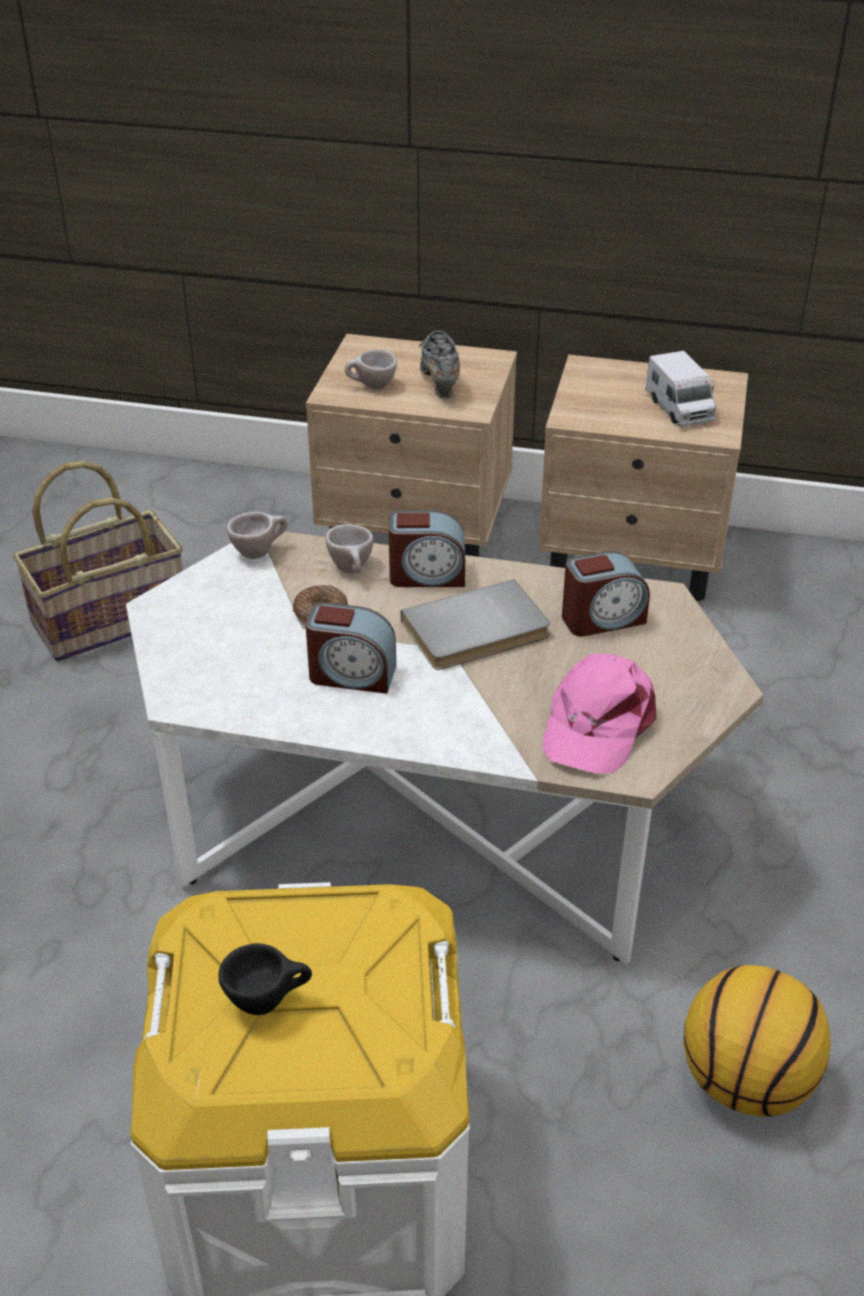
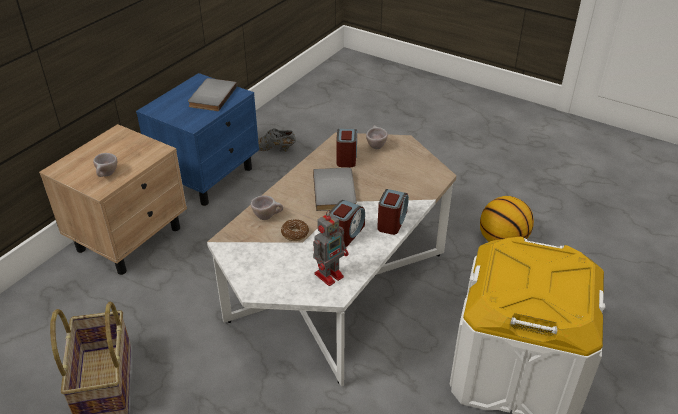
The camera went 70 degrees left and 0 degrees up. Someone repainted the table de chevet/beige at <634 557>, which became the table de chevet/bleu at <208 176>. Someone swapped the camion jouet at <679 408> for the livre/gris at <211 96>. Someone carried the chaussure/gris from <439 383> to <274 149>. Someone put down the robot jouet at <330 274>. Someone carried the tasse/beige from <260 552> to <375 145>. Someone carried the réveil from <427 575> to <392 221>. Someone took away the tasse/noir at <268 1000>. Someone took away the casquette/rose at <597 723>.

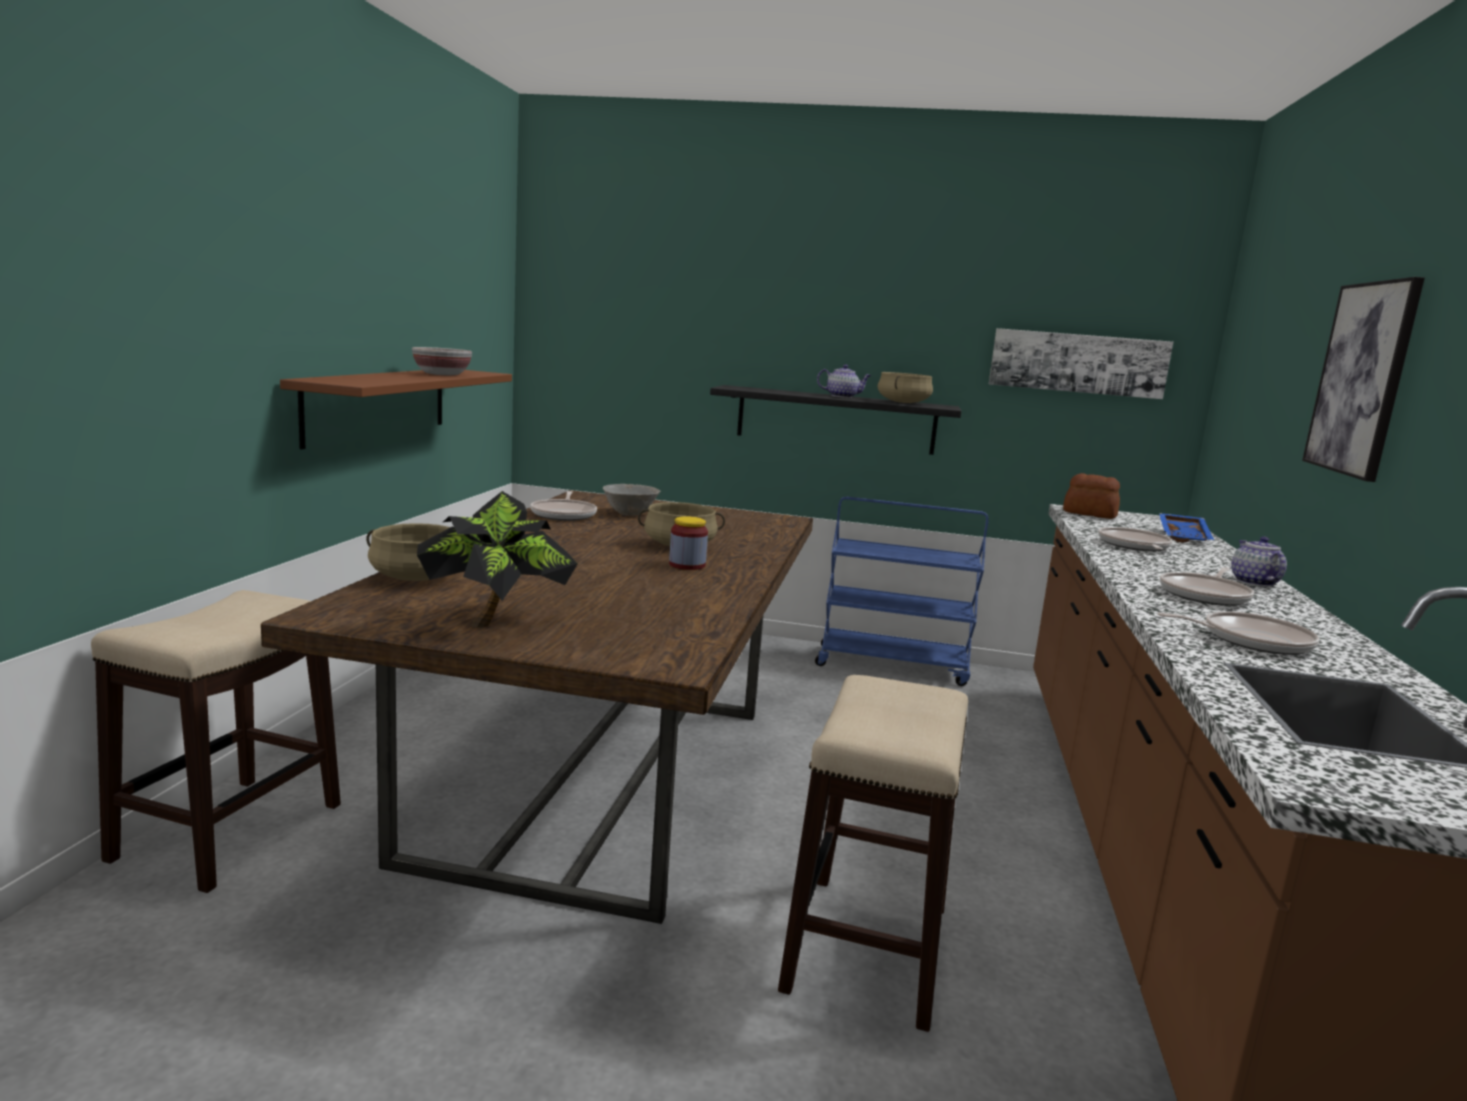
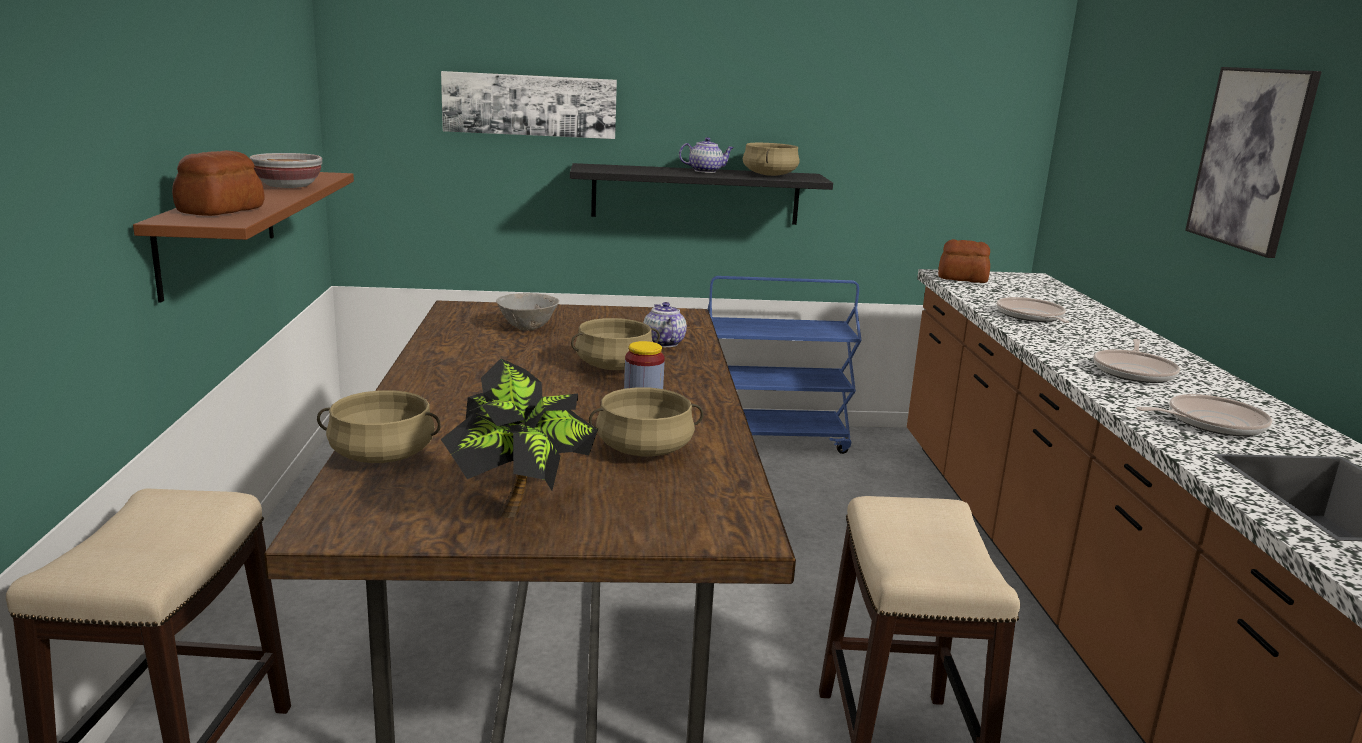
The camera went 15 degrees left and 5 degrees up. Someone put down the pain at <219 210>. Someone carried the tableau from <1077 363> to <530 105>. Someone put down the marmite/beige at <644 450>. Someone carried the théière from <1253 582> to <663 343>. Someone took away the poêle at <564 514>. Someone took away the plateau/bleu at <1185 537>.

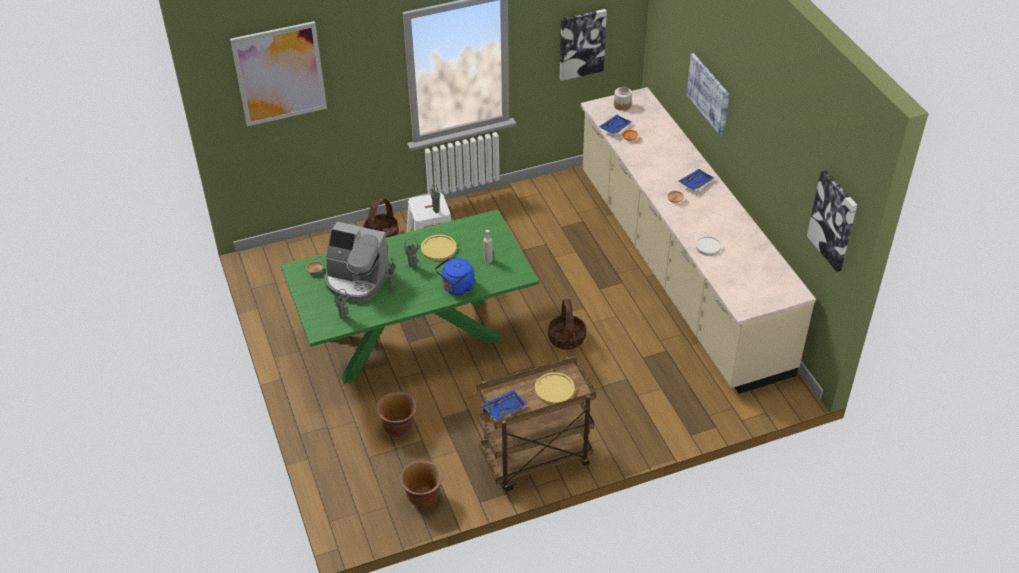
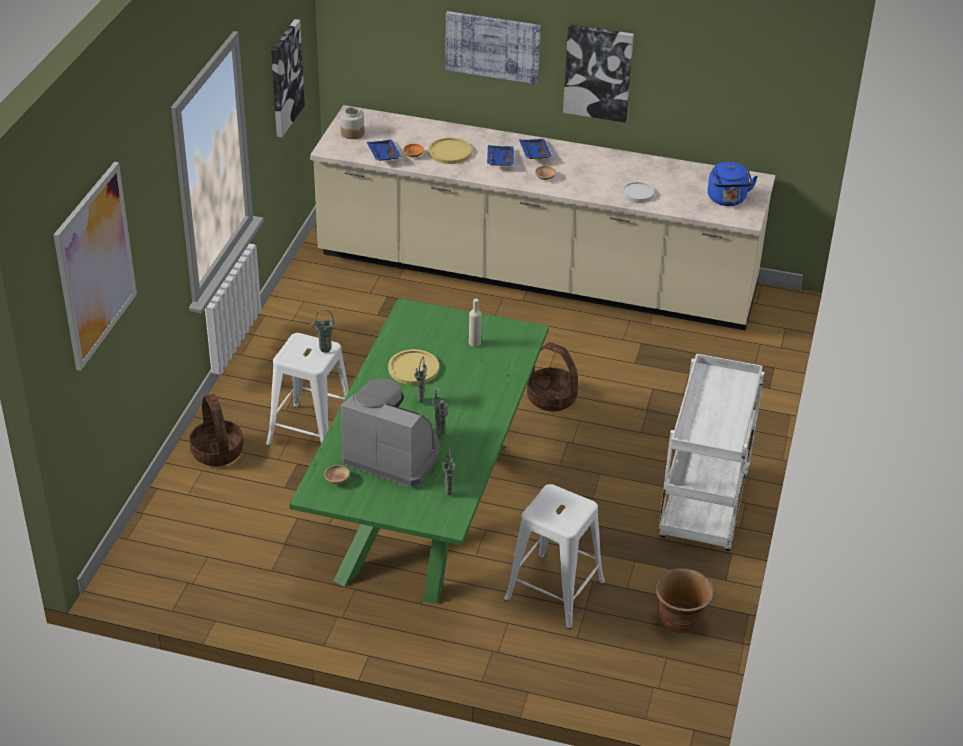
The camera went 55 degrees left and 5 degrees down. Someone rotated the machine à café at <356 280> by 120 degrees counterclockwise. Someone carried the assiette/jaune from <554 389> to <449 152>. Someone carried the plateau/bleu from <503 408> to <499 160>. Someone swapped the cache-pot/marron at <398 427> for the tabouret/blanc at <554 591>. Someone carried the tableau from <833 220> to <598 72>. Someone repainted the chariot/marron at <535 460>, which became the chariot/blanc at <704 509>. Someone carried the bouilloire/bleu from <457 288> to <727 200>.

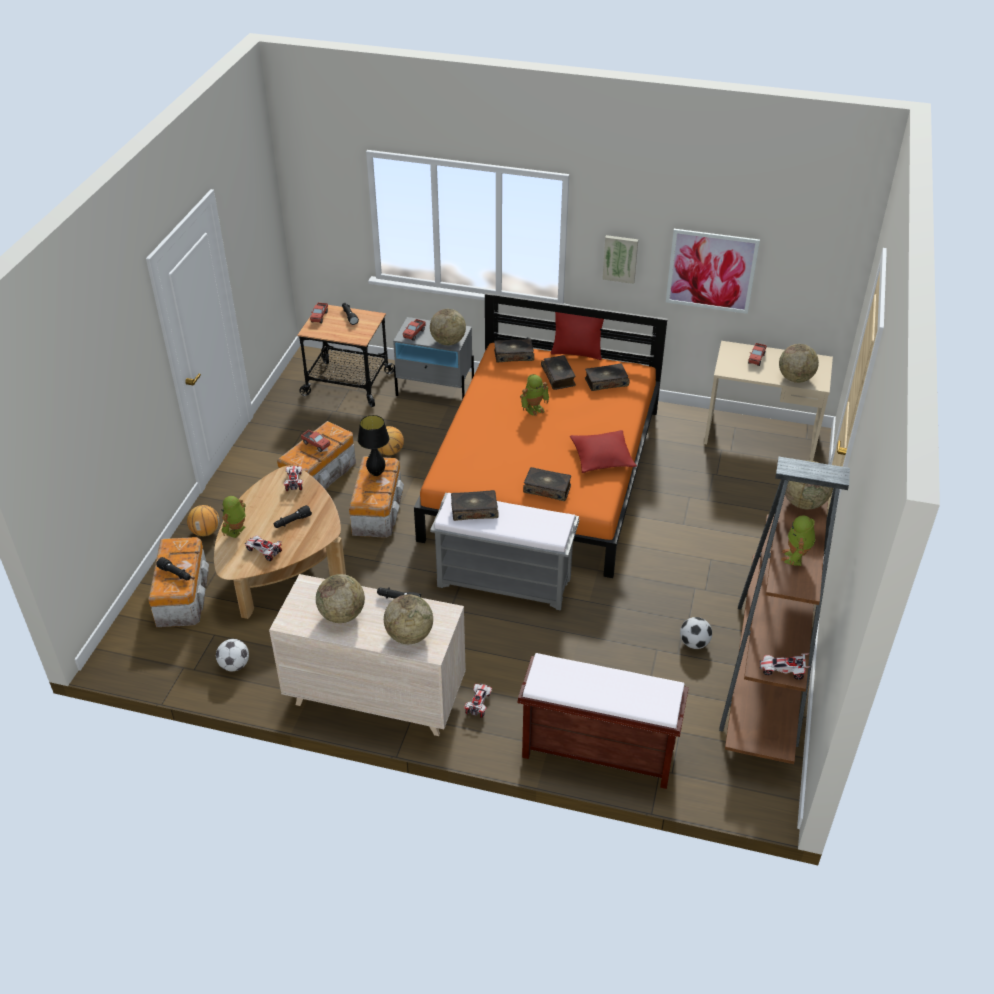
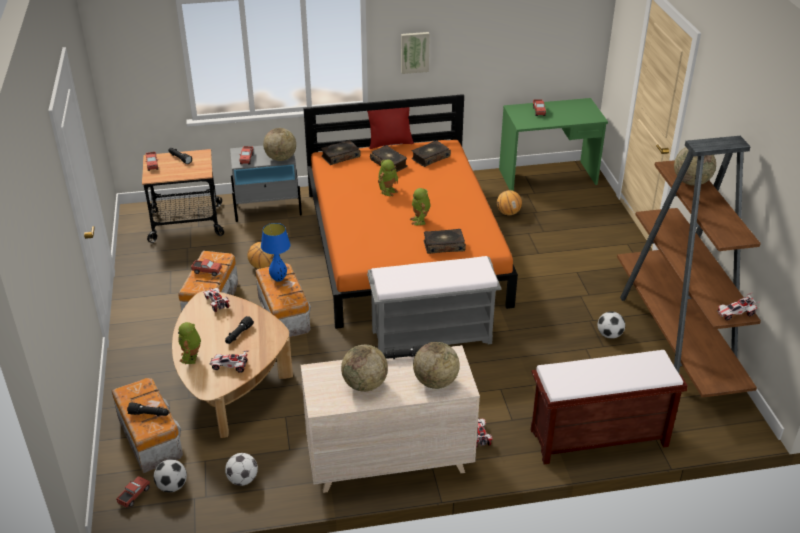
The camera went 25 degrees left and 5 degrees down. Someone put down the camion jouet at <134 496>. Someone put down the ballon de foot at <172 486>. Someone repainted the lampe de table/noir at <376 473>, which became the lampe de table/bleu at <278 279>. Someone carried the robot jouet from <795 558> to <420 220>. Someone carried the ballon de basket from <205 532> to <508 213>. Someone repainted the bureau/beige at <760 436>, which became the bureau/vert at <548 177>. Someone took away the livre at <474 510>. Someone took away the coussin/rouge at <602 458>. Someone took away the tableau at <711 271>. Someone took away the globe at <795 378>.

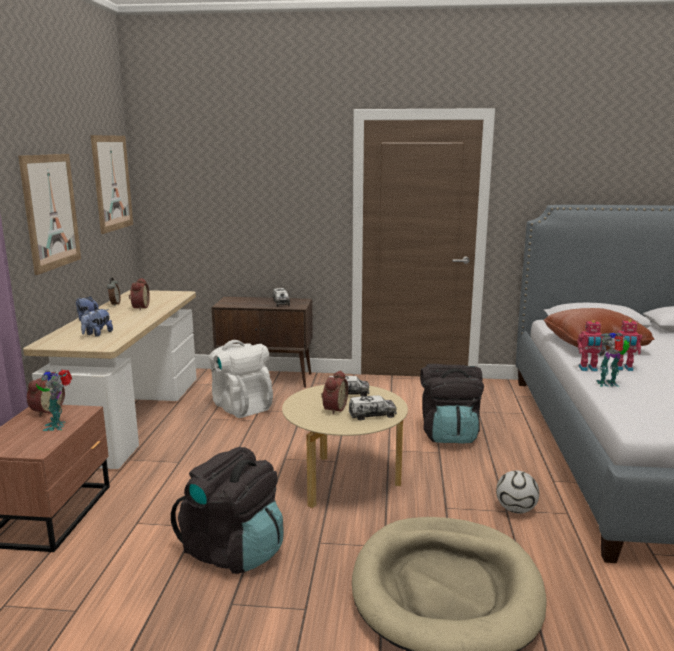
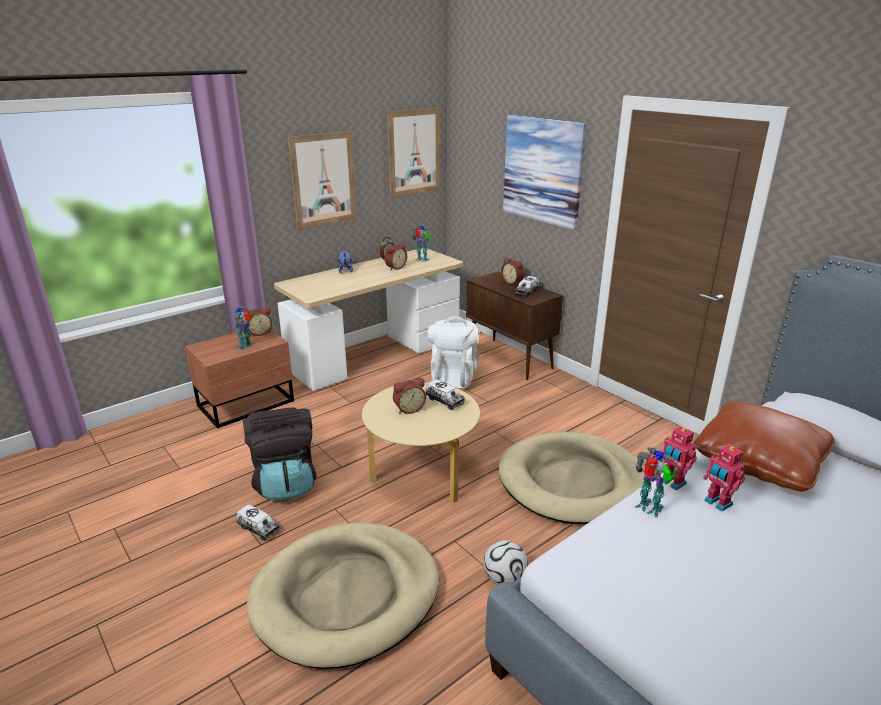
The camera went 45 degrees right and 10 degrees up. Someone carried the camion jouet from <372 415> to <258 528>. Someone put down the robot jouet at <422 260>. Someone swapped the sac à dos/noir at <449 434> for the panier pour chien/beige at <573 482>. Someone put down the réveil at <513 282>. Someone put up the tableau at <542 170>. Someone took away the peluche at <97 334>.

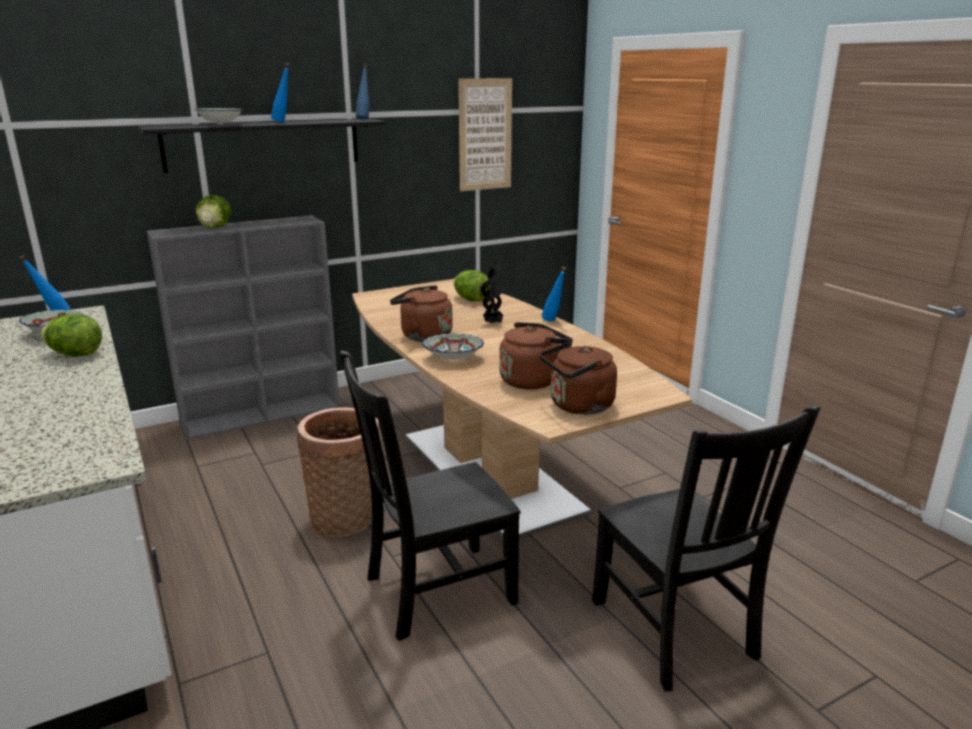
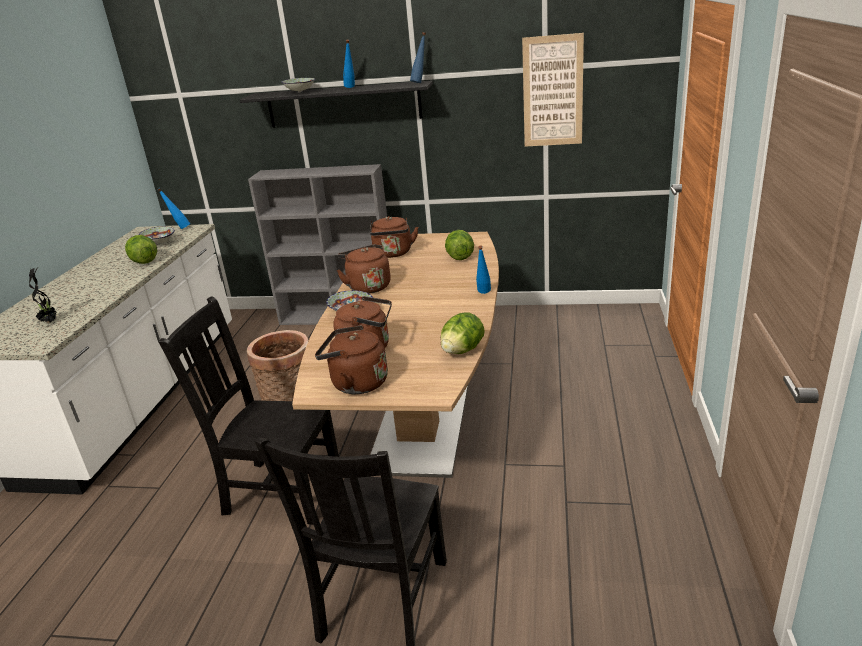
The camera went 40 degrees right and 5 degrees up. Someone carried the plante en pot from <493 324> to <50 322>. Someone put down the bouilloire/marron at <393 254>. Someone carried the laitue from <215 227> to <462 350>.

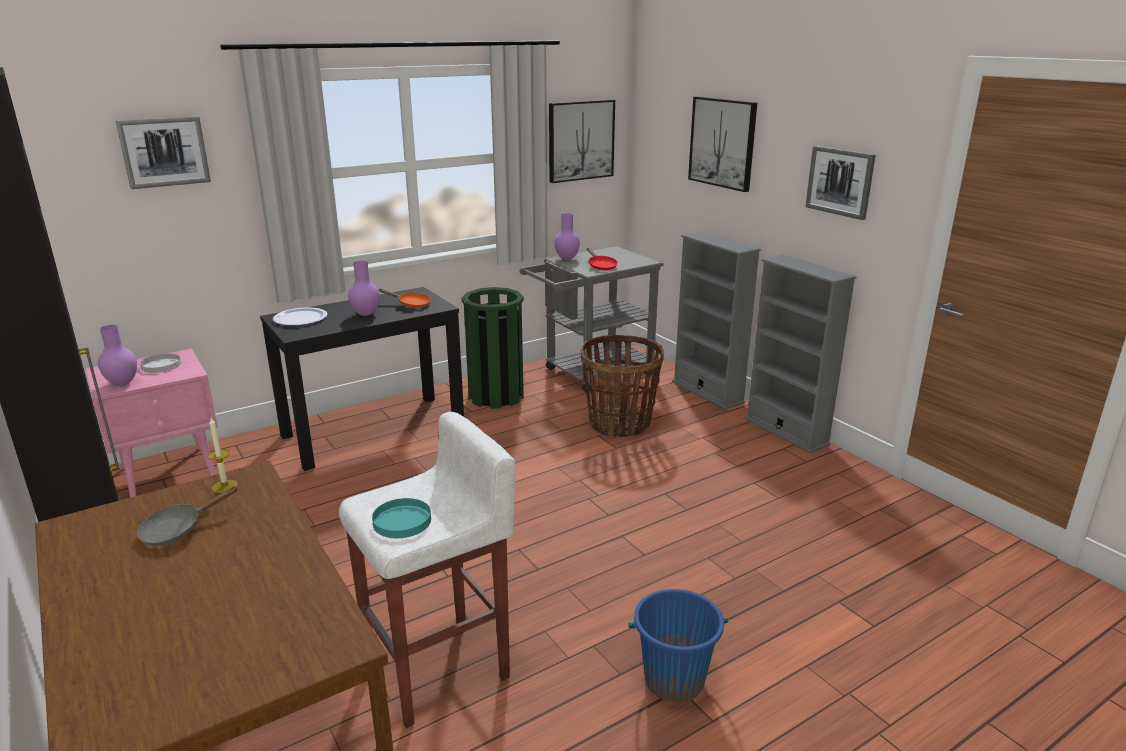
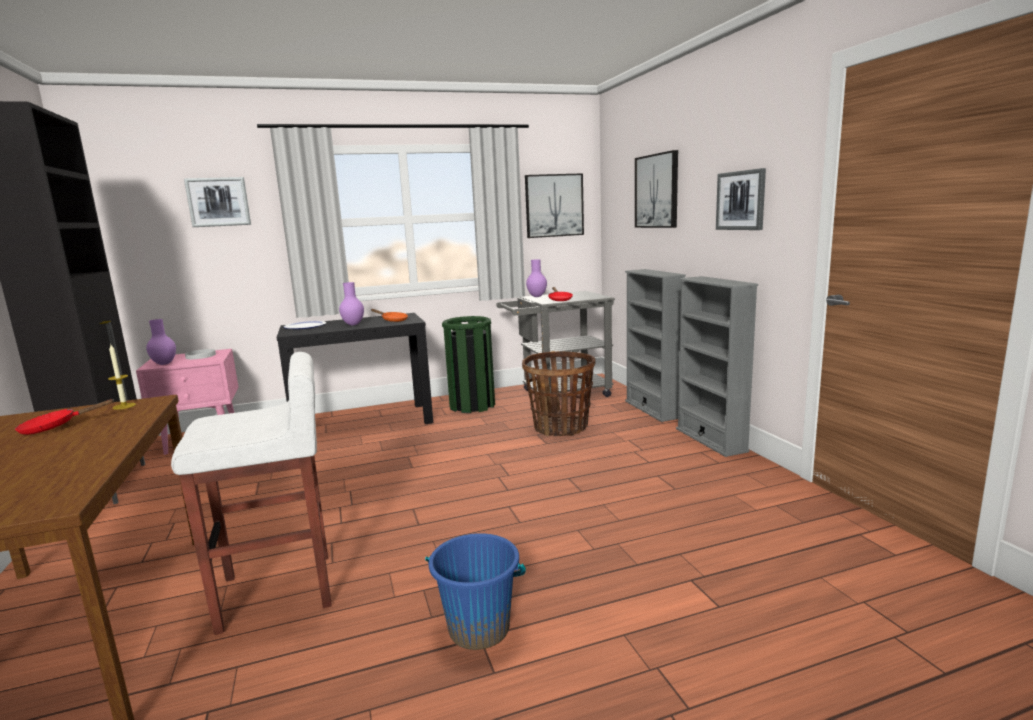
The camera went 15 degrees right and 10 degrees down. Someone repainted the poêle/gris at <178 529>, which became the poêle/rouge at <55 427>. Someone took away the assiette/turquoise at <402 521>.

